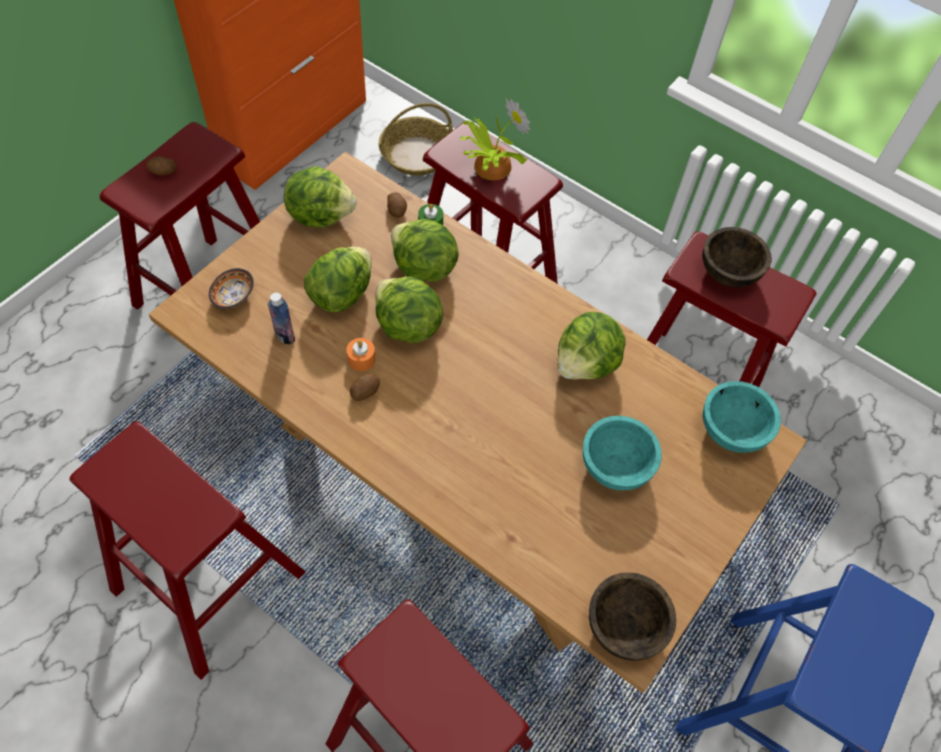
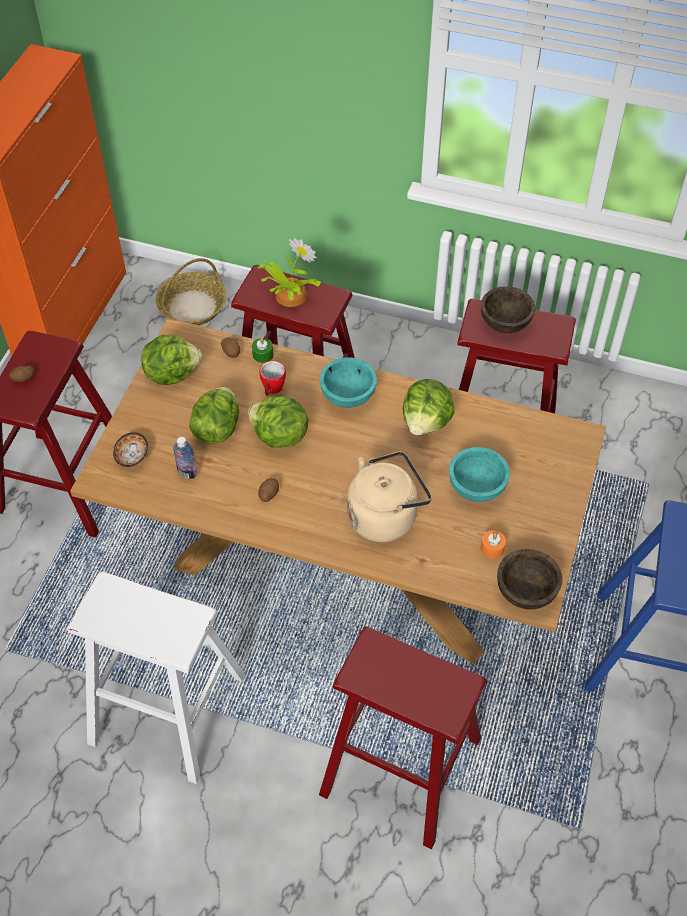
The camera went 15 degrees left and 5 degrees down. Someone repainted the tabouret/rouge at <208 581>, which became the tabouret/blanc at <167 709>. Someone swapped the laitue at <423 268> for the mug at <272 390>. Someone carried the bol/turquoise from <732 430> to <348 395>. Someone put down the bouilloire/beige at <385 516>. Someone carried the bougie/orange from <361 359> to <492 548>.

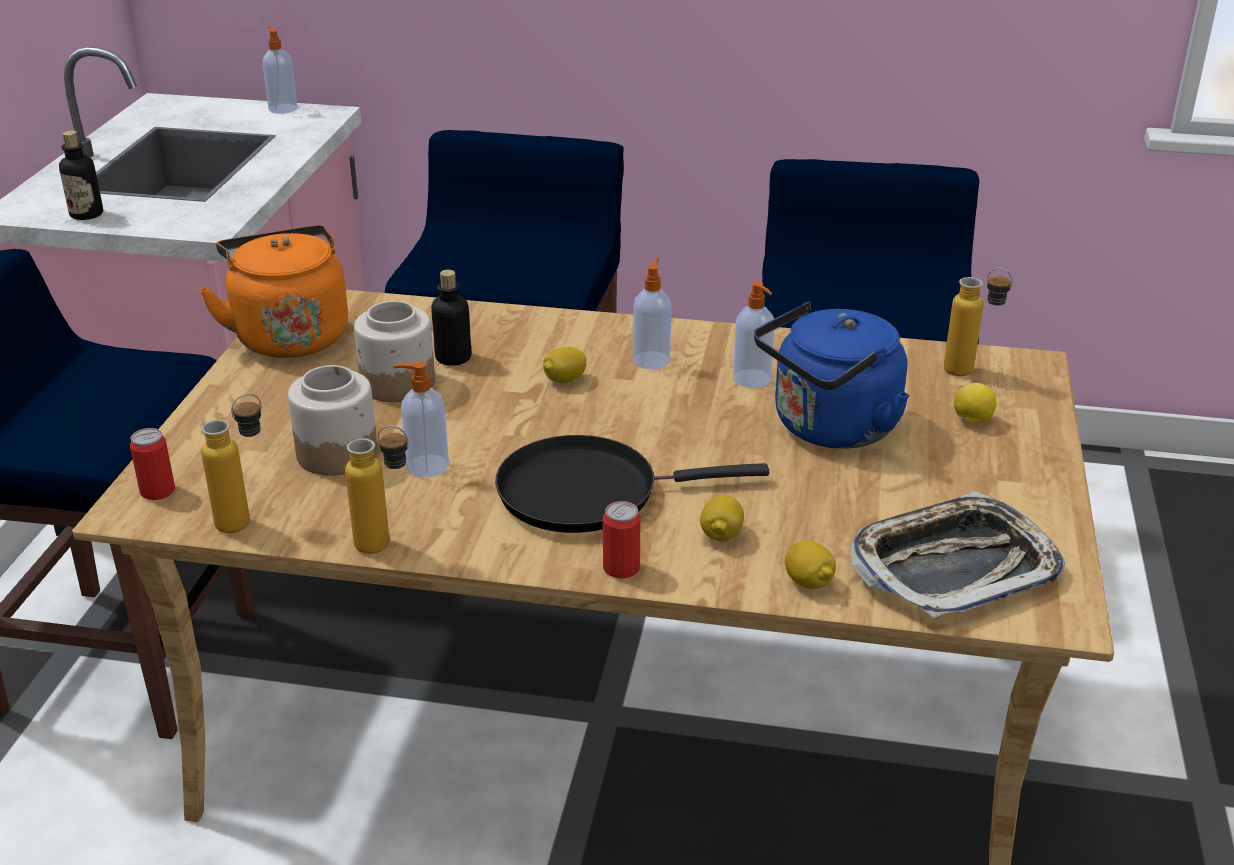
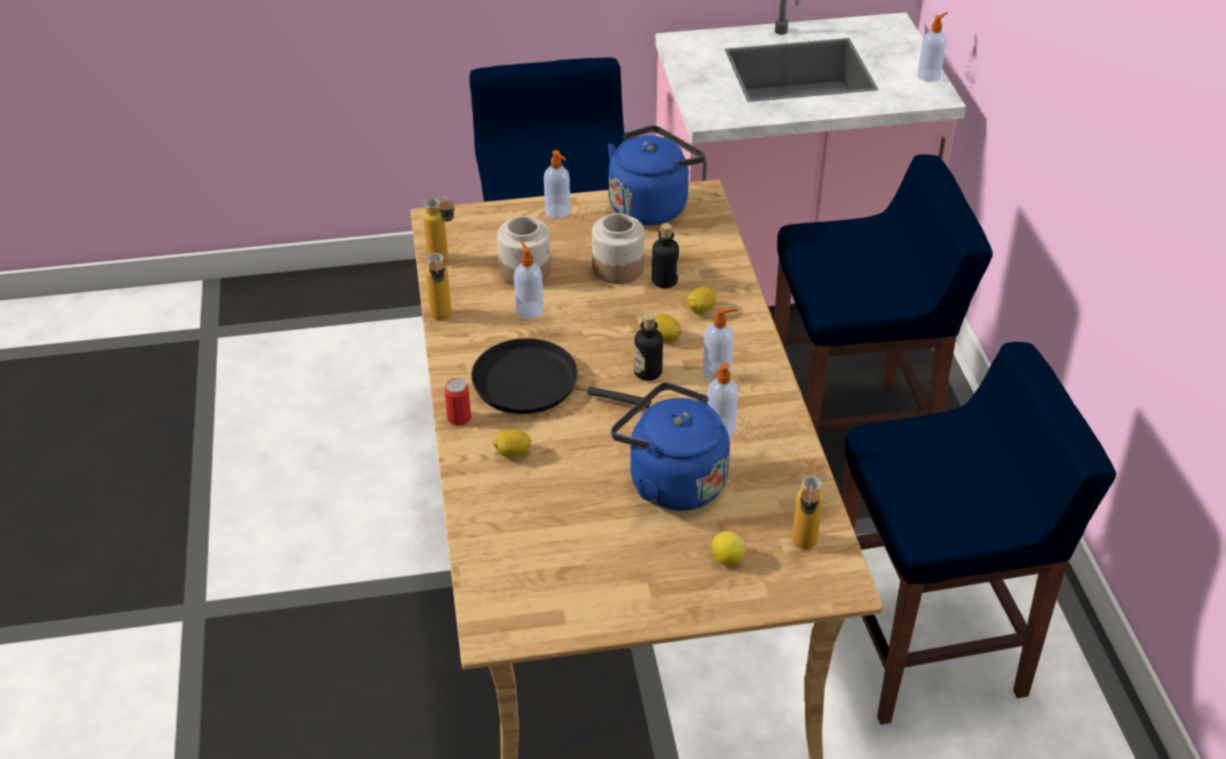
The camera went 70 degrees right and 10 degrees up. Someone rotated the poêle/noir at <588 492> by 45 degrees counterclockwise. Someone put down the distributeur de savon at <558 212>. Someone repainted the bouilloire/orange at <289 335>, which became the bouilloire/bleu at <651 205>. Someone carried the bouteille from <86 214> to <648 372>. Someone carried the citron from <808 582> to <700 310>. Someone took away the boîte métallique at <157 491>. Someone took away the plateau at <954 567>.

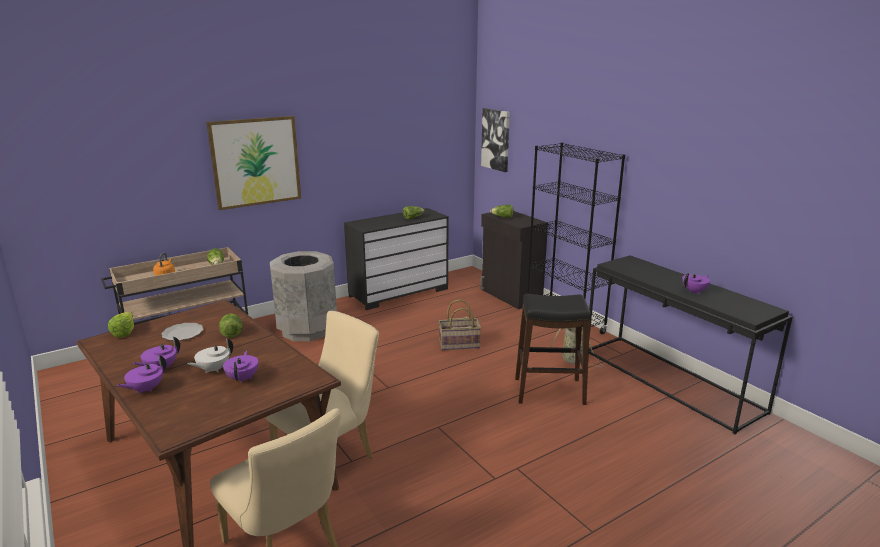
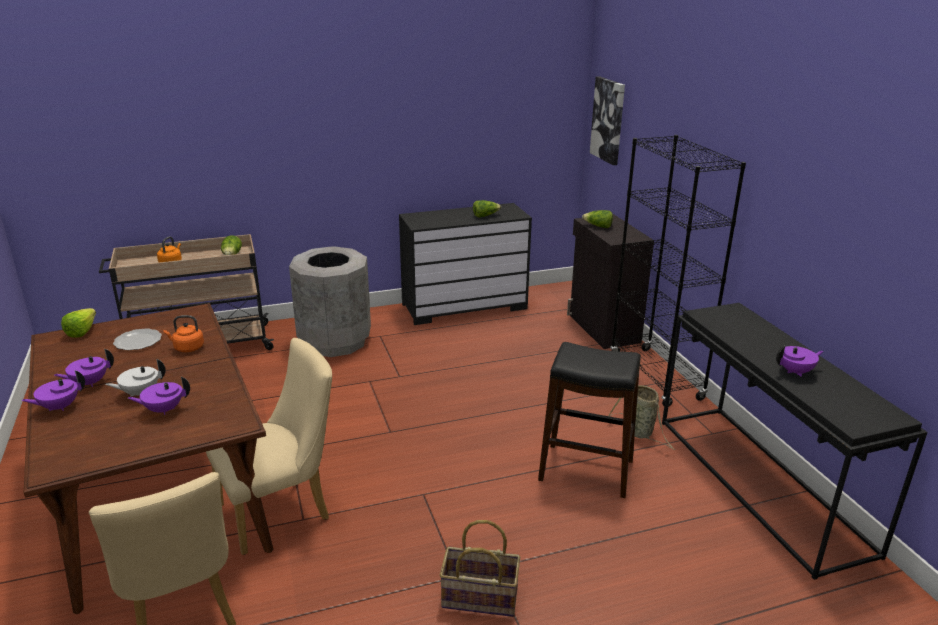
The camera went 15 degrees right and 5 degrees up. Someone rotated the théière/violet at <243 378> by 120 degrees counterclockwise. Someone swapped the laitue at <231 333> for the bouilloire/orange at <187 348>. Someone carried the panier from <459 344> to <479 598>. Someone took away the tableau at <255 162>.

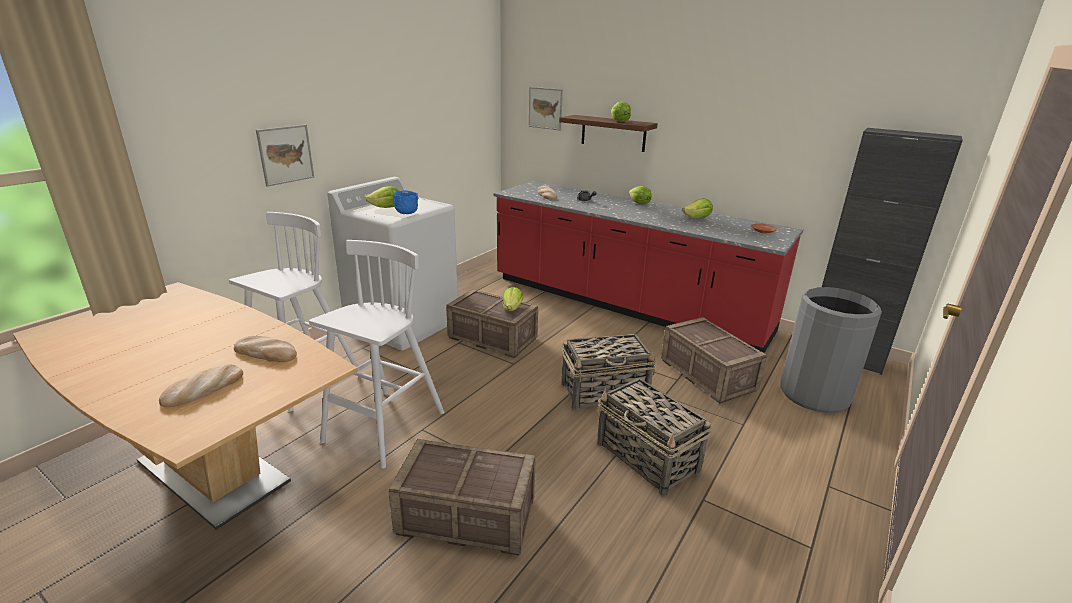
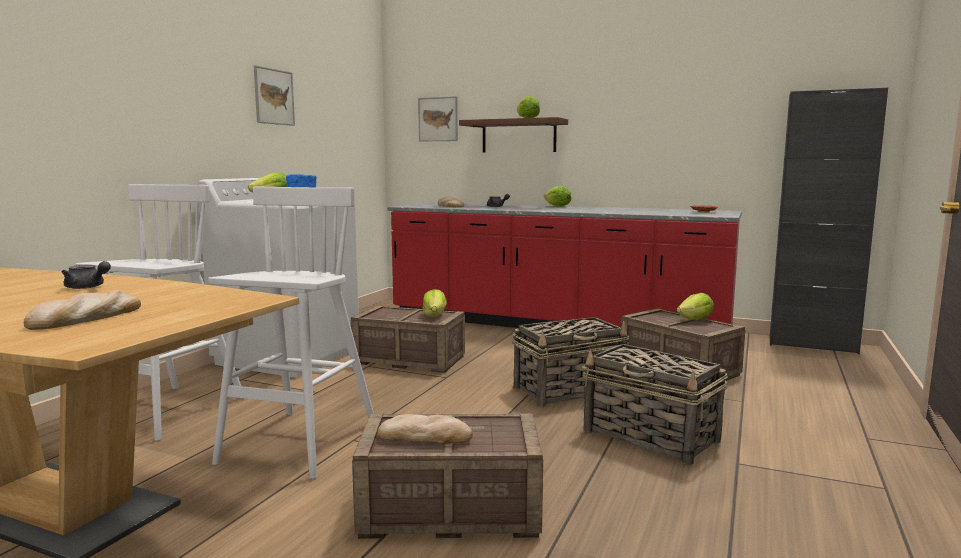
The camera went 10 degrees left and 15 degrees down. Someone put down the théière/gris at <87 287>. Someone carried the tableau from <285 154> to <274 96>. Someone carried the pain from <266 352> to <425 436>. Someone carried the laitue from <697 218> to <695 320>. Someone took away the poubelle/gris at <814 394>.

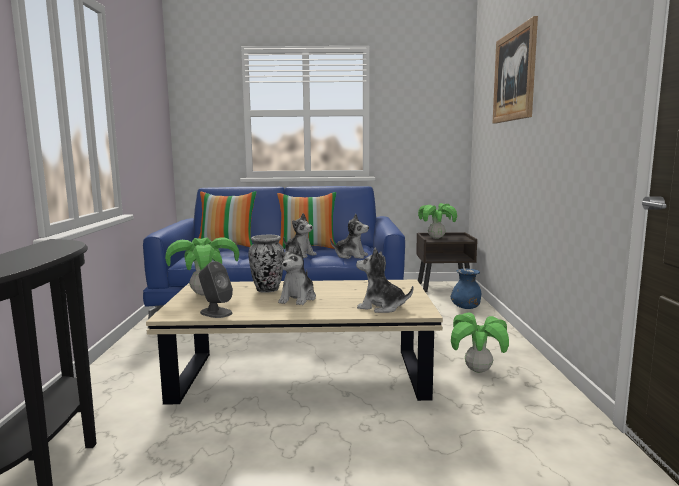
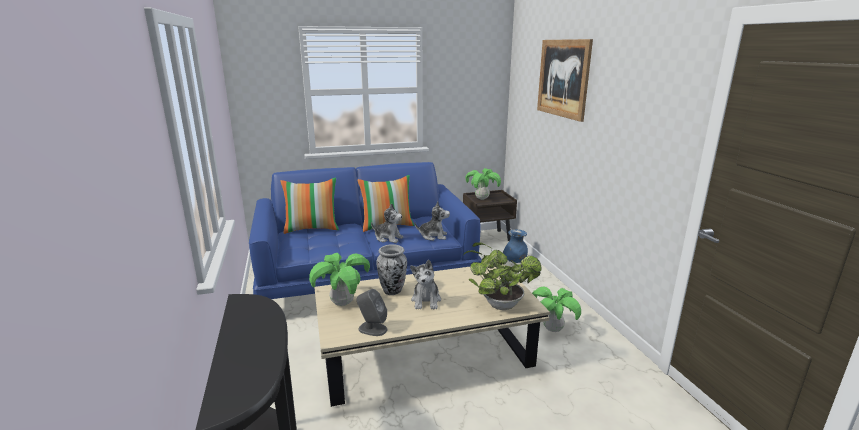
The camera went 15 degrees left and 10 degrees up. Someone swapped the peluche at <381 307> for the plante en pot at <498 304>.

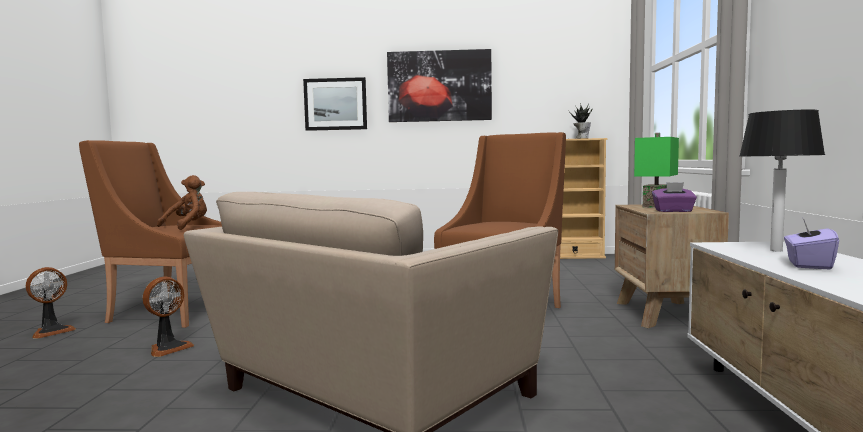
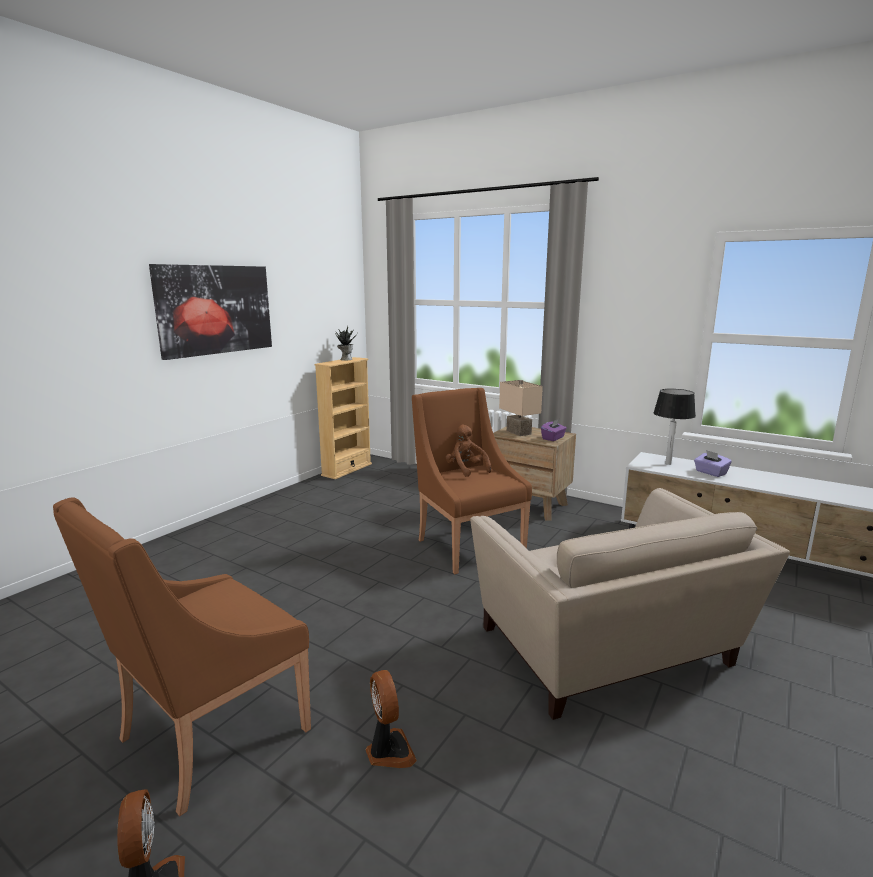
The camera went 60 degrees left and 10 degrees up. Someone carried the peluche/marron from <188 226> to <466 470>. Someone repainted the lampe de table/vert at <654 206>, which became the lampe de table/beige at <517 432>. Someone took away the tableau at <335 104>.

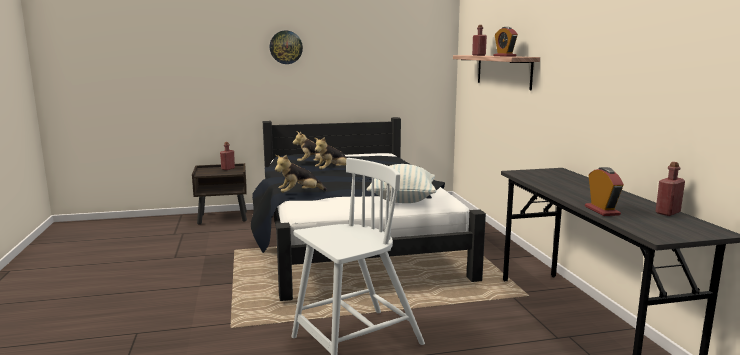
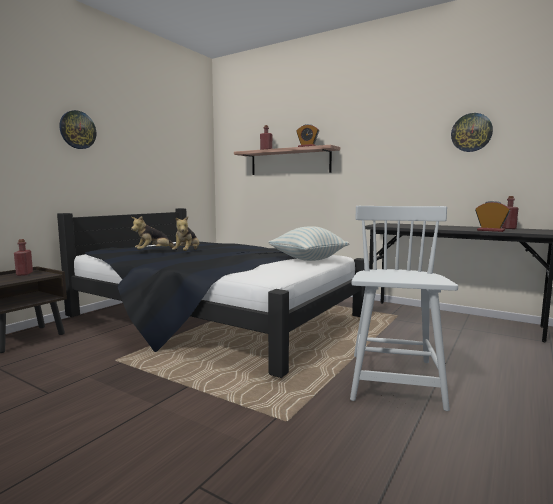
The camera went 45 degrees left and 5 degrees down. Someone put up the horloge murale at <471 132>. Someone took away the peluche at <299 194>.

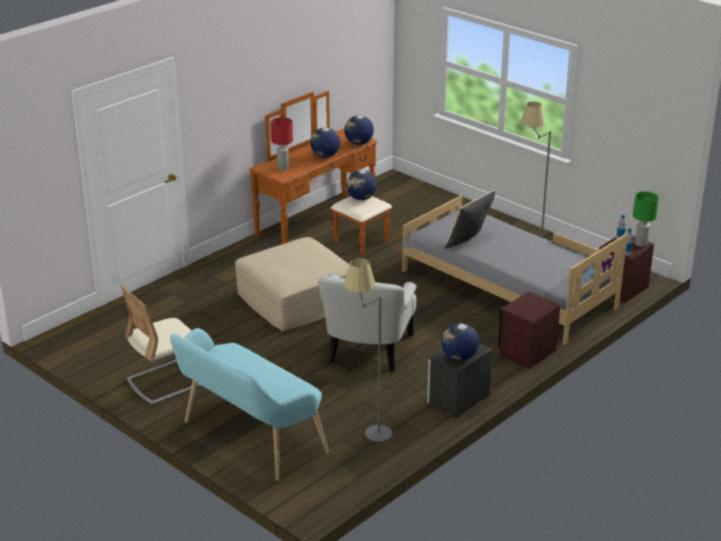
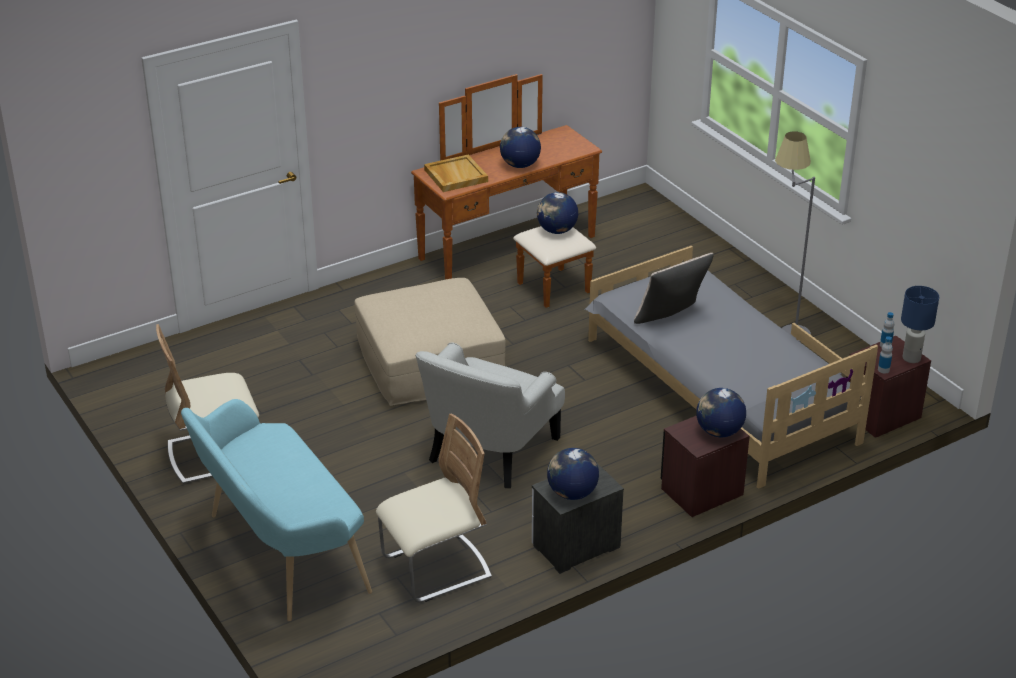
The camera went 15 degrees right and 5 degrees up. Someone swapped the lampadaire/gris at <367 429> for the chaise/beige at <436 569>. Someone swapped the lampe de table/rouge at <282 167> for the plateau/beige at <455 175>. Someone carried the globe from <358 143> to <719 432>. Someone repainted the lampe de table/vert at <640 244>, which became the lampe de table/bleu at <911 358>.

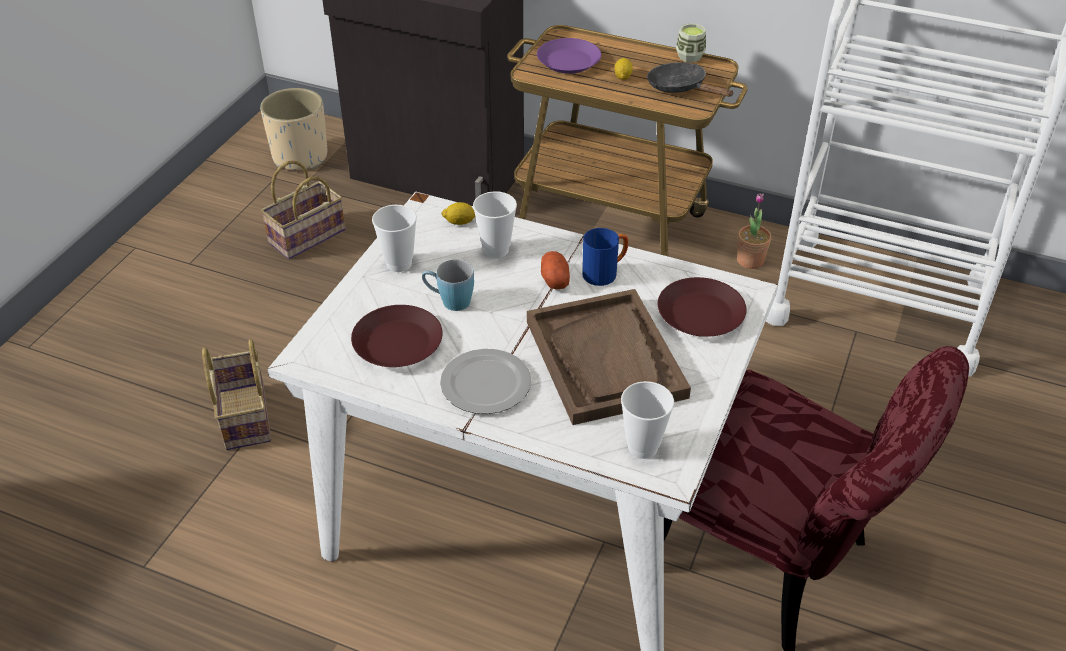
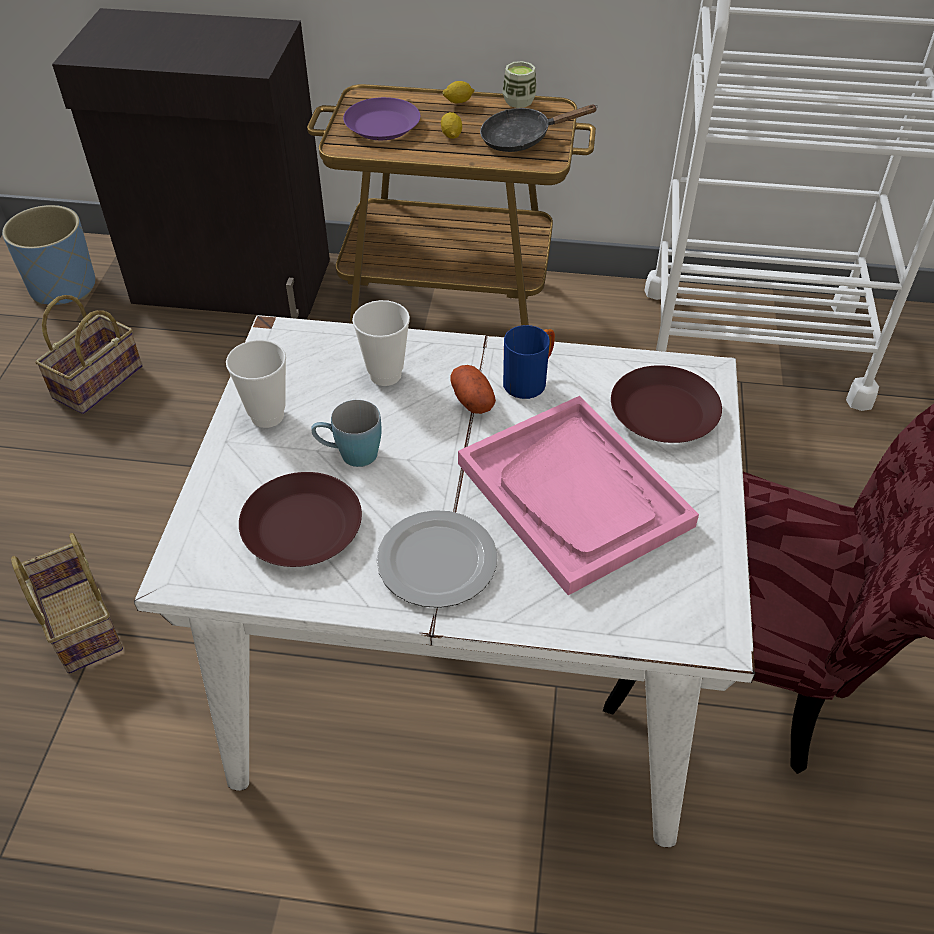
The camera went 15 degrees left and 5 degrees up. Someone repainted the cache-pot/beige at <301 157>, which became the cache-pot/bleu at <64 287>. Someone carried the citron from <460 222> to <458 101>. Someone repainted the plateau/marron at <605 359>, which became the plateau/rose at <574 494>. Someone rotated the poêle/noir at <681 88> by 45 degrees counterclockwise. Someone took away the tasse at <642 447>. Someone took away the plante en pot at <750 260>.

